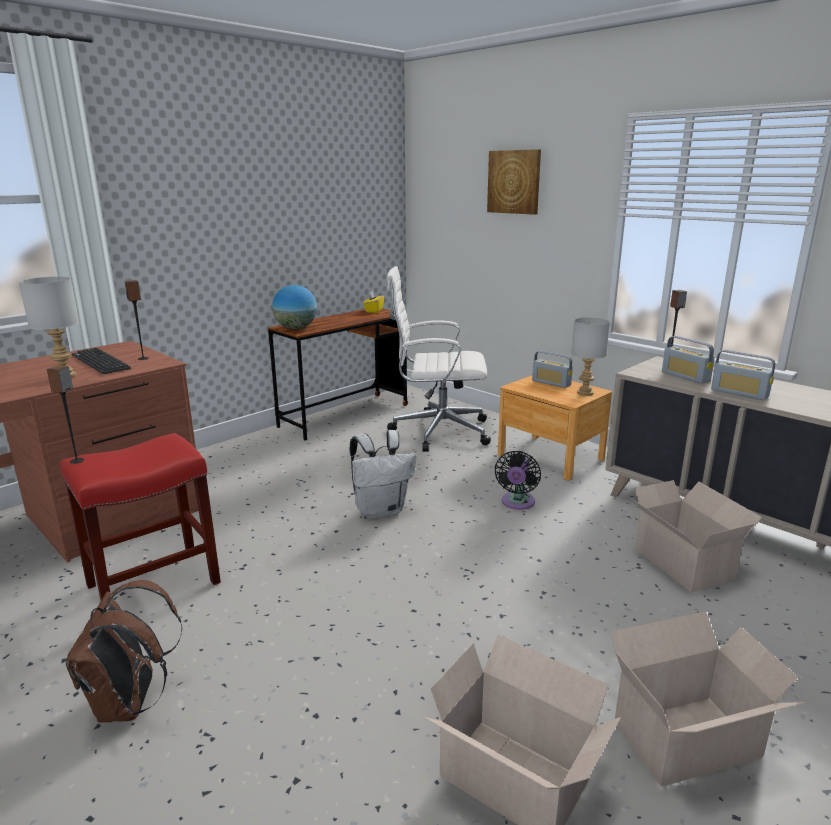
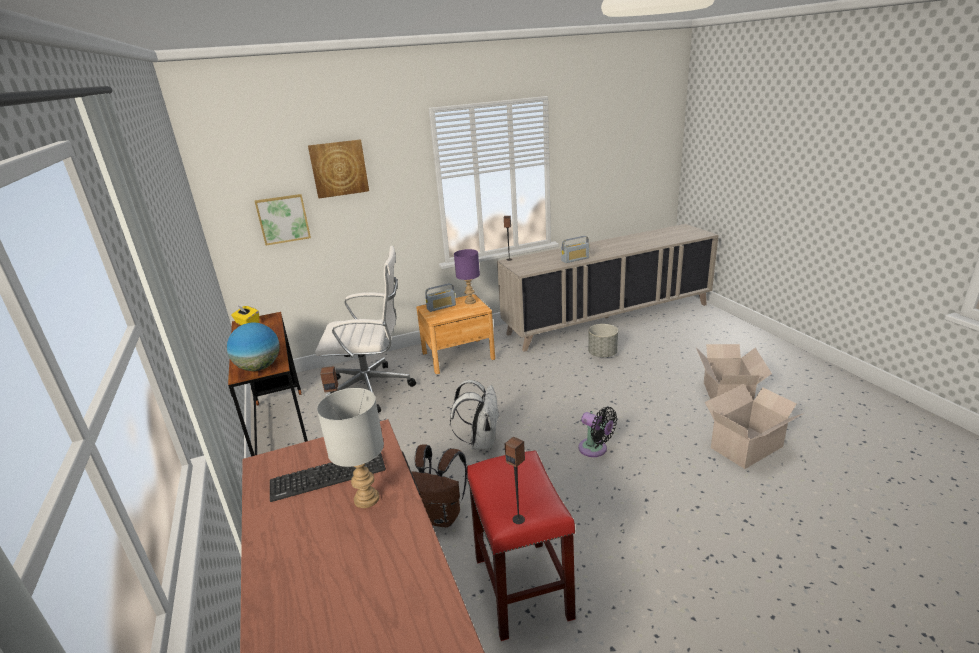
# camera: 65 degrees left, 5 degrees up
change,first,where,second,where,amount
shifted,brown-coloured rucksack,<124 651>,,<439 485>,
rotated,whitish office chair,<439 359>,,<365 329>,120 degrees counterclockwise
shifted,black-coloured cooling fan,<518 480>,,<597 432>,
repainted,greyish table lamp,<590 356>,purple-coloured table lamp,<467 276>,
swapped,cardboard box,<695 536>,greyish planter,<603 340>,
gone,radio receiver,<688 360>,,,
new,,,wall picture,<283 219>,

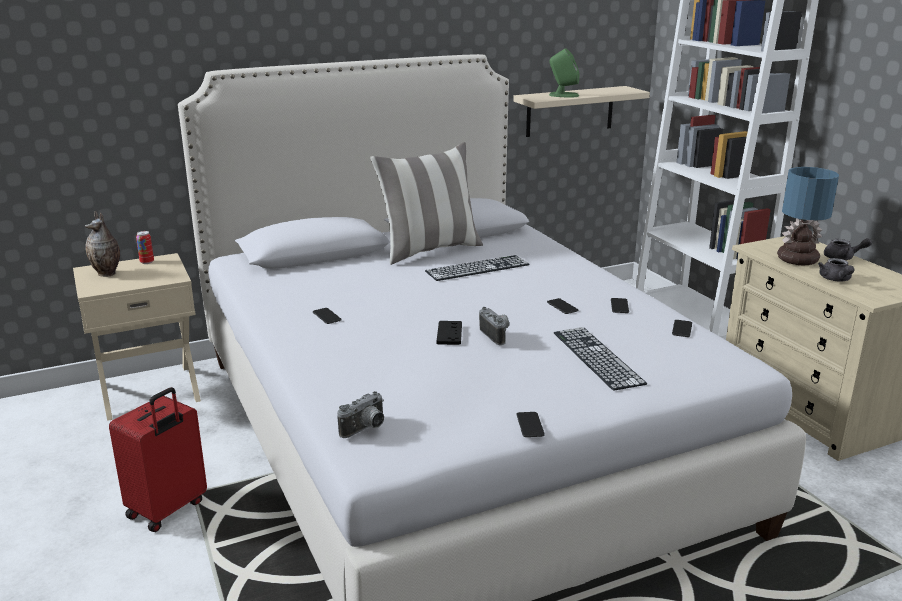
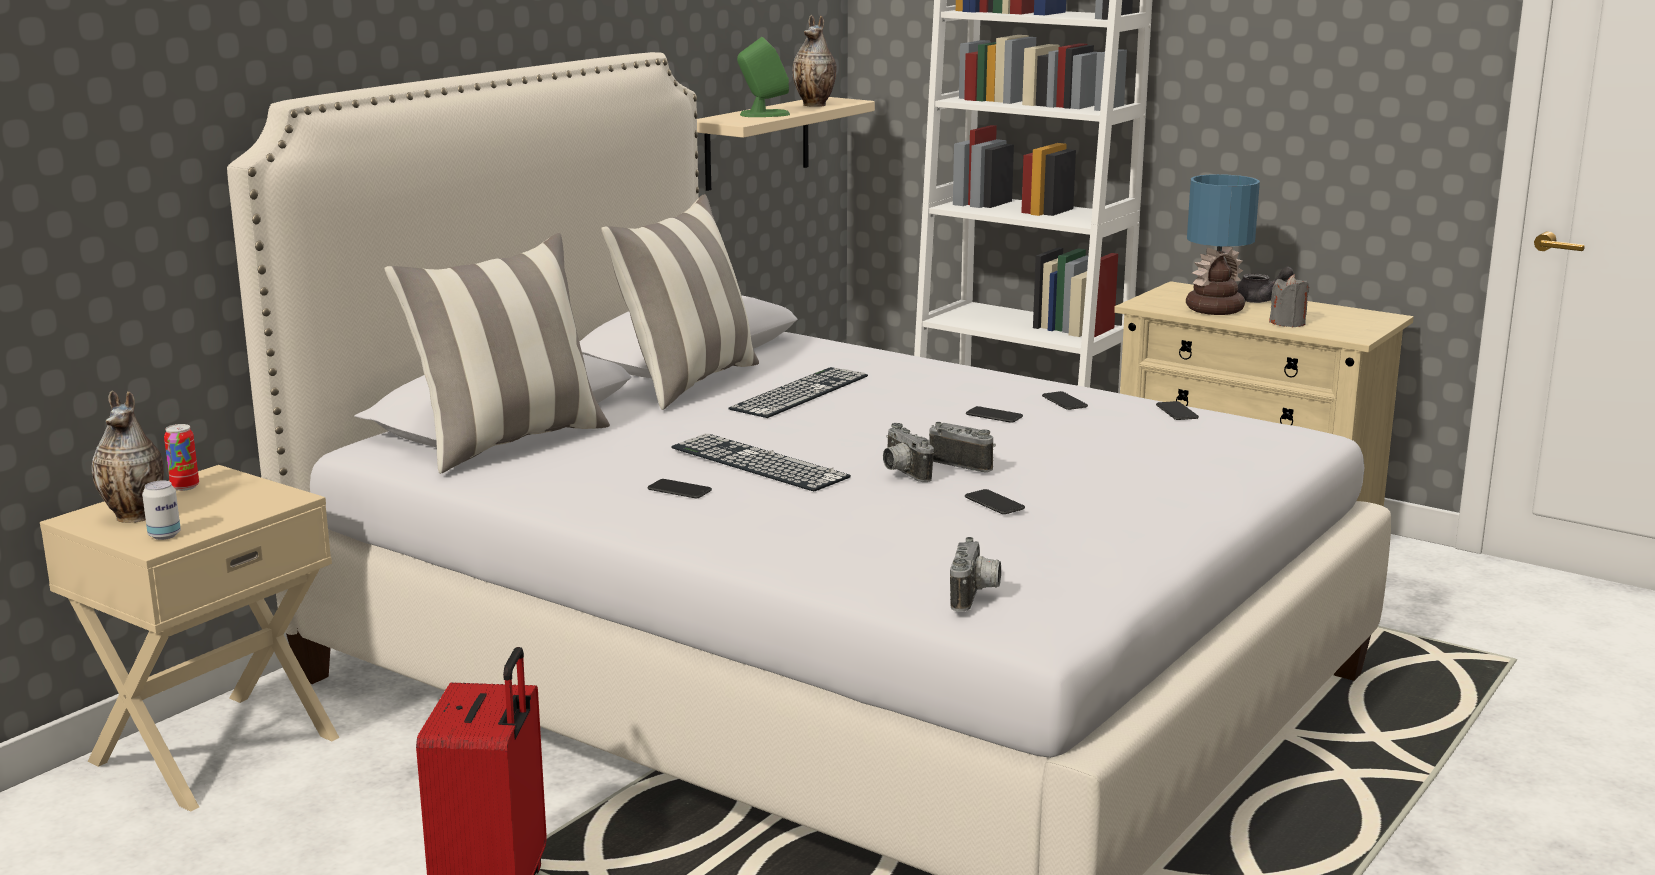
# camera: 30 degrees left, 5 degrees down
change,first,where,second,where,amount
swapped,black-coloured gamepad,<449 333>,photo camera,<908 452>,
shifted,phone,<530 424>,,<995 501>,
shifted,keyboard,<600 359>,,<761 462>,
swapped,greyish pot for tea,<836 270>,greyish wax light,<1289 300>,
new,,,sealed can,<161 510>,
new,,,pillow,<497 353>,
new,,,decorative vase,<814 61>,

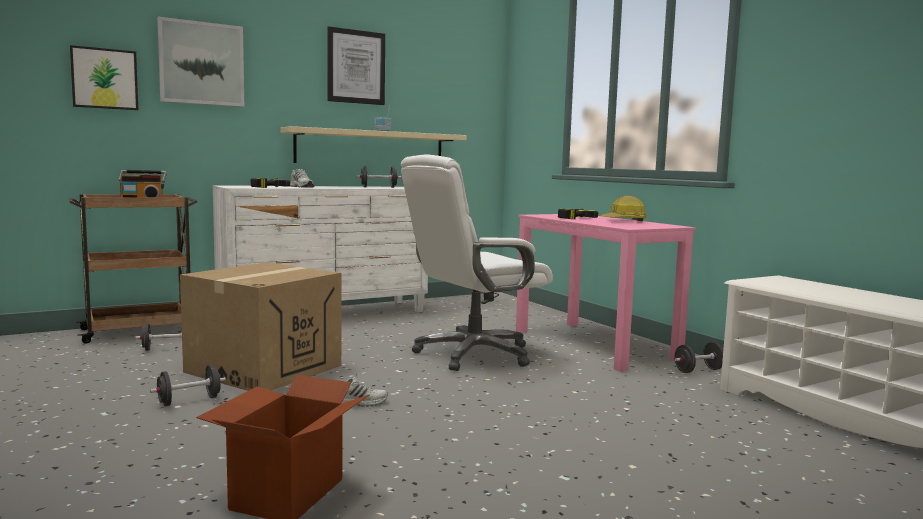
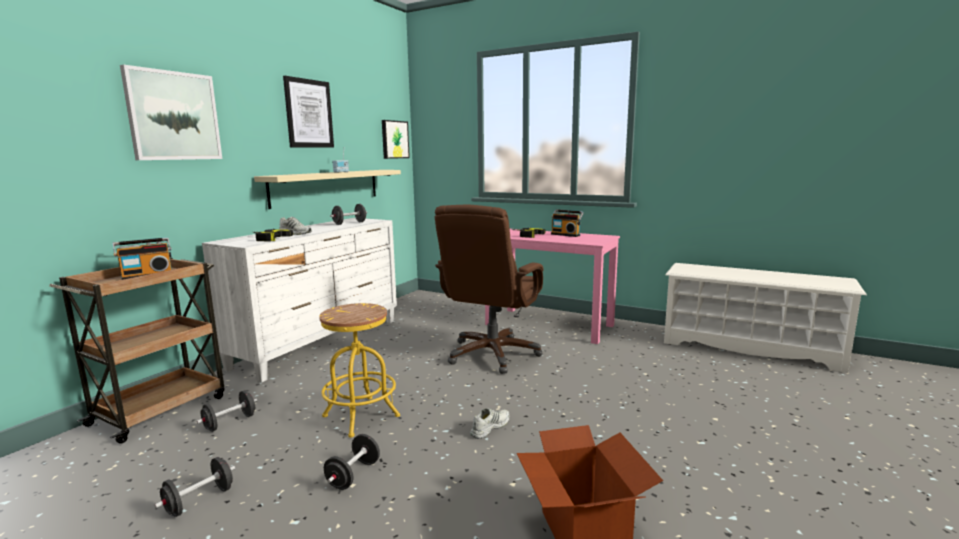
# camera: 30 degrees left, 5 degrees up
change,first,where,second,where,amount
shifted,wall picture,<104 77>,,<396 139>,
swapped,cardboard box,<260 326>,yellow-coloured stool,<359 370>,
repainted,whitish office chair,<477 262>,brown-coloured office chair,<489 289>,
swapped,safety helmet,<623 208>,radio receiver,<567 223>,
shifted,black-coloured hand weight,<698 357>,,<195 487>,

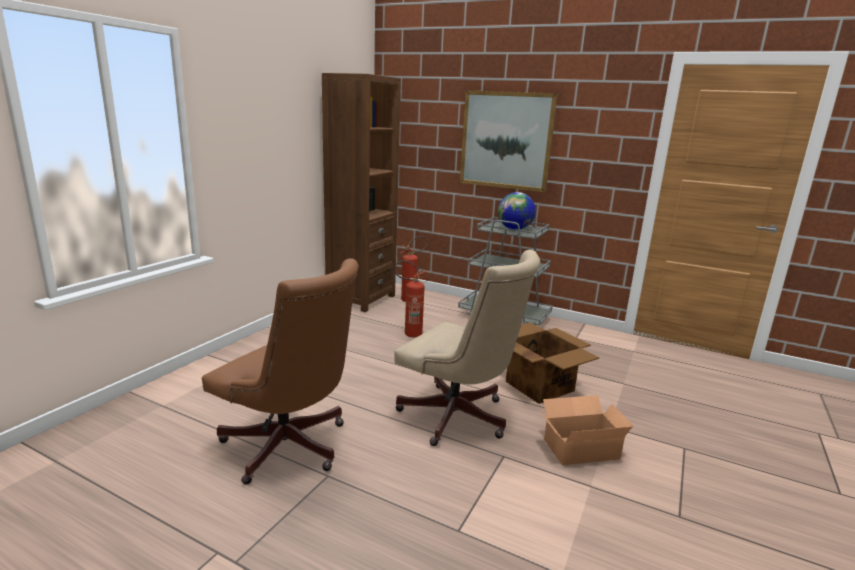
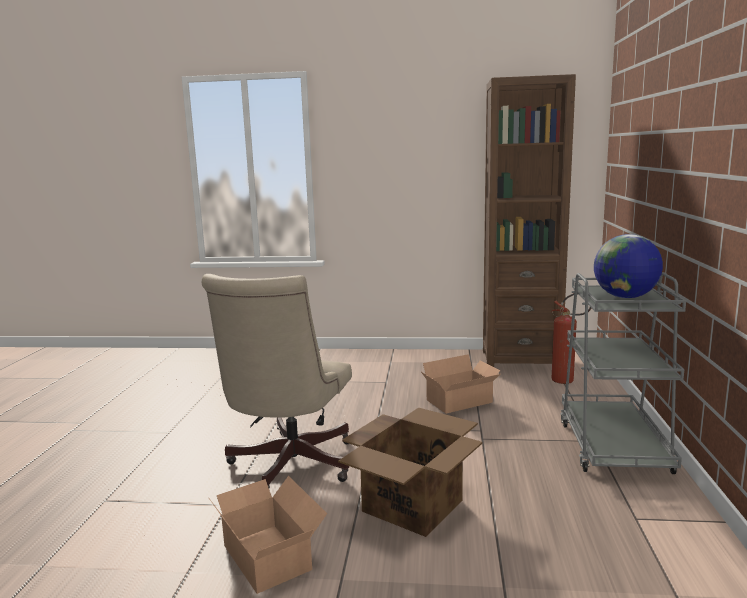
# camera: 70 degrees right, 5 degrees down
change,first,where,second,where,amount
gone,brown-coloured office chair,<280 371>,,,
swapped,extinguisher,<411 298>,cardboard box,<460 384>,
gone,wall picture,<509 141>,,,

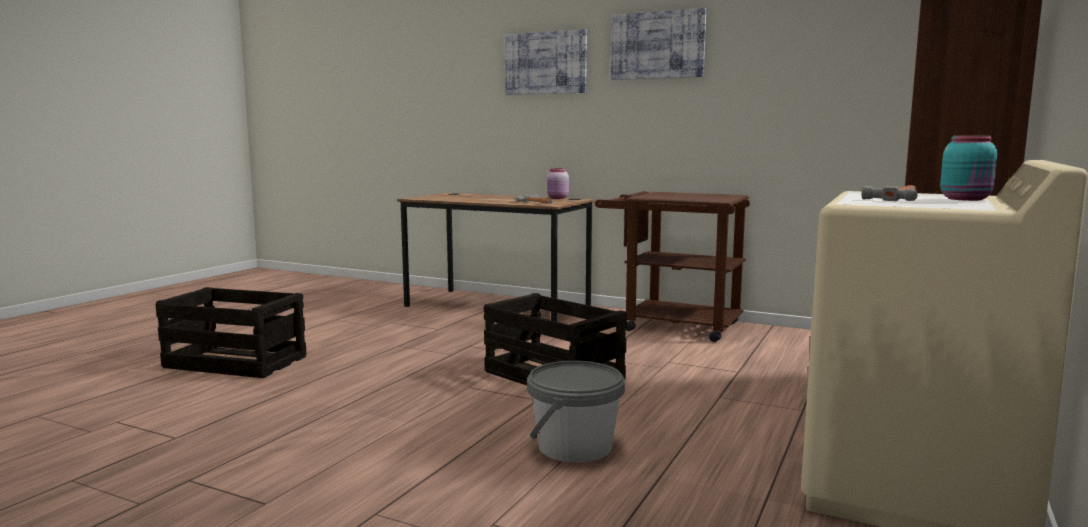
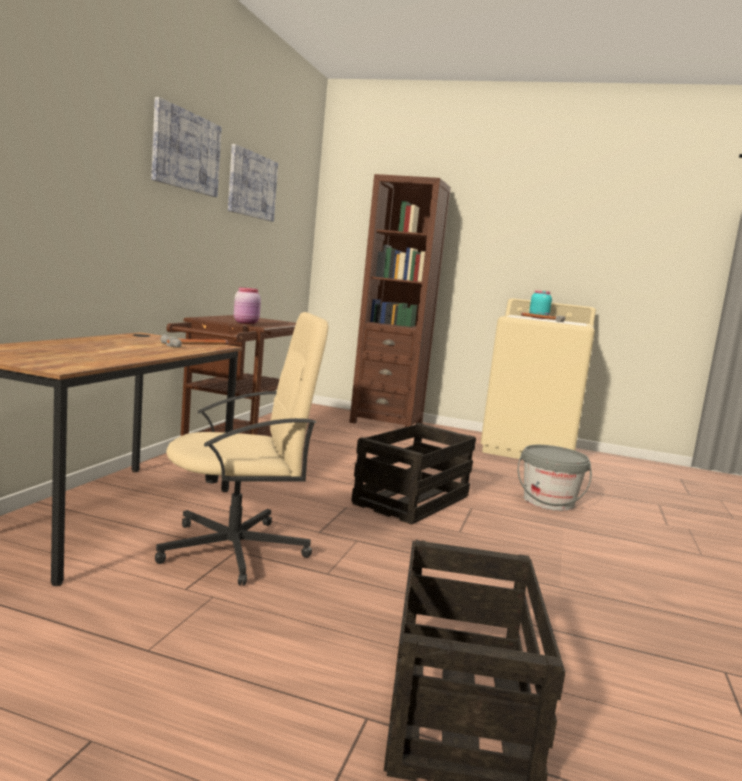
# camera: 100 degrees left, 0 degrees up
change,first,where,second,where,amount
shifted,wall picture,<546 62>,,<253 183>,
shifted,pinkish storage jar,<558 183>,,<247 305>,
new,,,beige office chair,<241 449>,

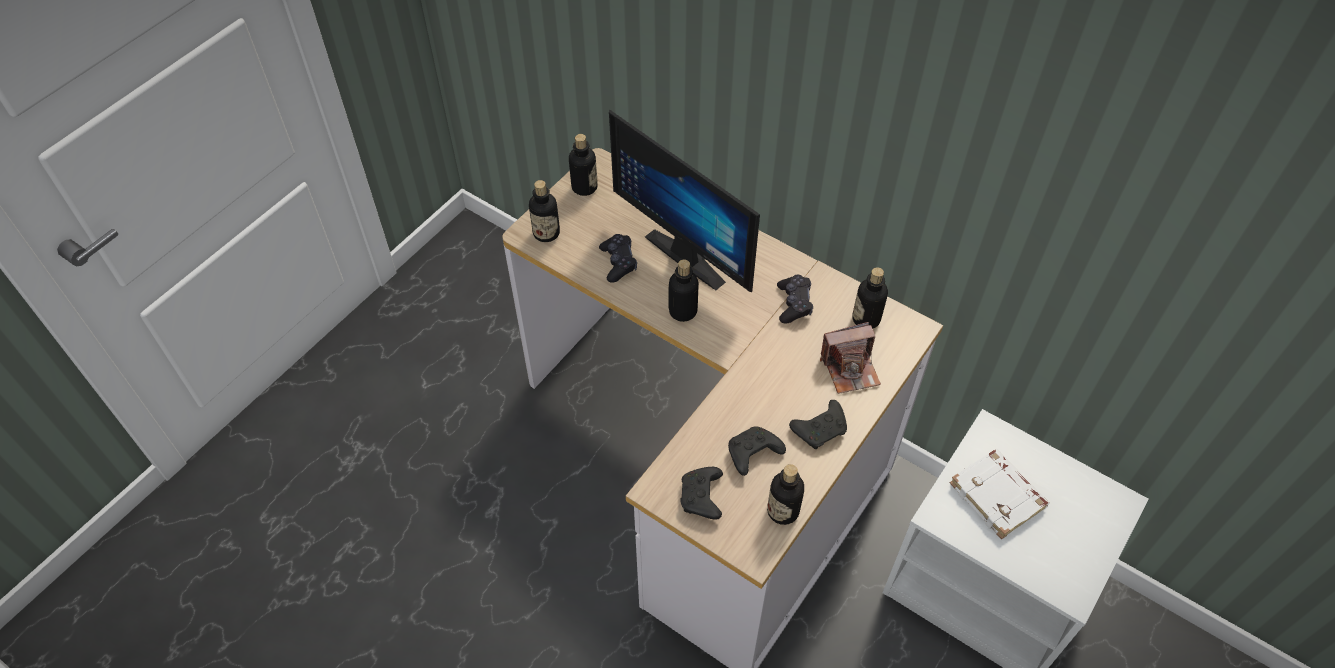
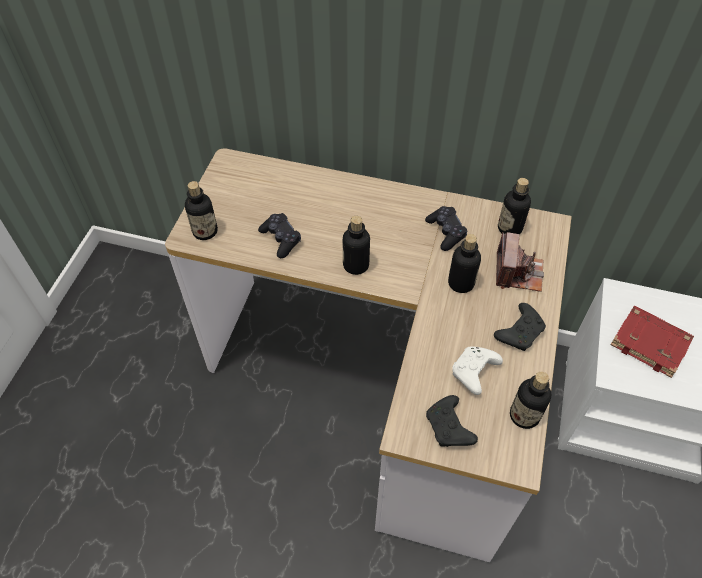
# camera: 20 degrees left, 0 degrees up
change,first,where,second,where,amount
shifted,bottle,<583 165>,,<464 263>,
gone,computer screen,<684 200>,,,
repainted,black-coloured gamepad,<757 451>,whitish gamepad,<477 370>,
rotated,photo camera,<850 358>,,<520 262>,45 degrees counterclockwise
repainted,whitish bound book,<999 494>,red-coloured bound book,<652 342>,

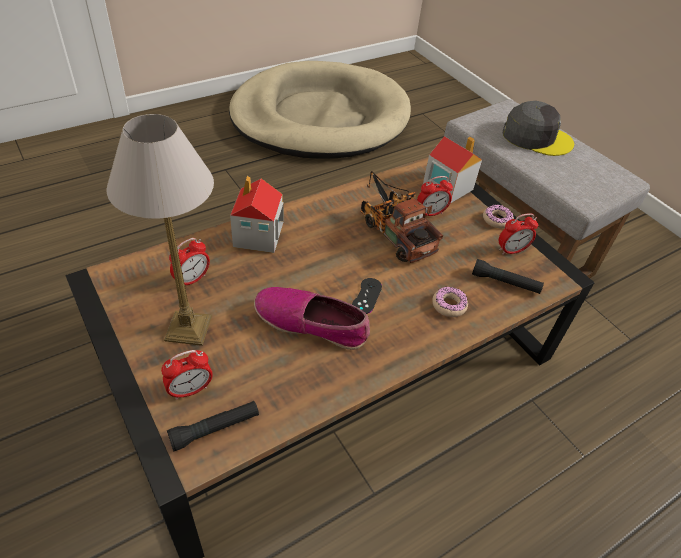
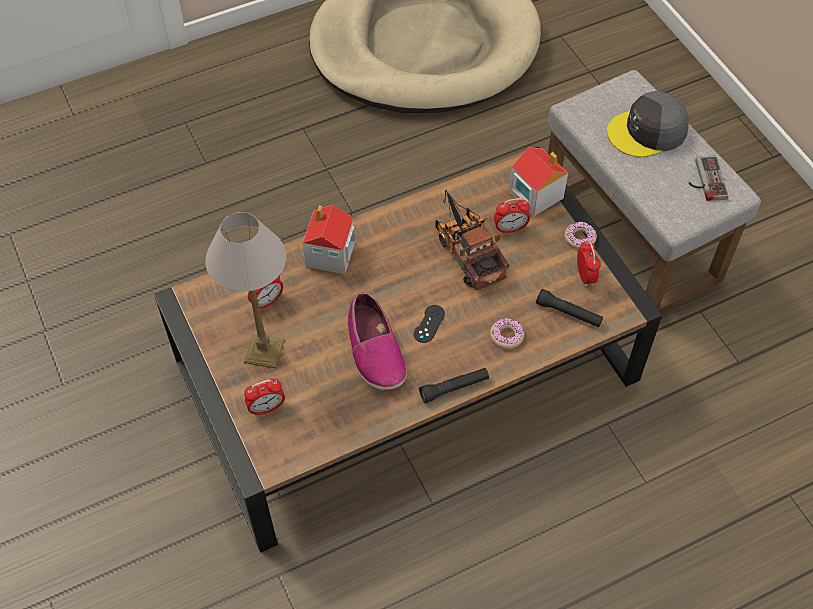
# camera: 10 degrees right, 10 degrees up
change,first,where,second,where,amount
shifted,black-coloured torch,<213 426>,,<454 385>,
rotated,item of footwear,<312 318>,,<377 341>,135 degrees counterclockwise
rotated,bedside clock,<518 234>,,<589 263>,90 degrees counterclockwise
rotated,greyish baseball cap,<538 128>,,<648 124>,135 degrees clockwise
new,,,gamepad,<709 178>,

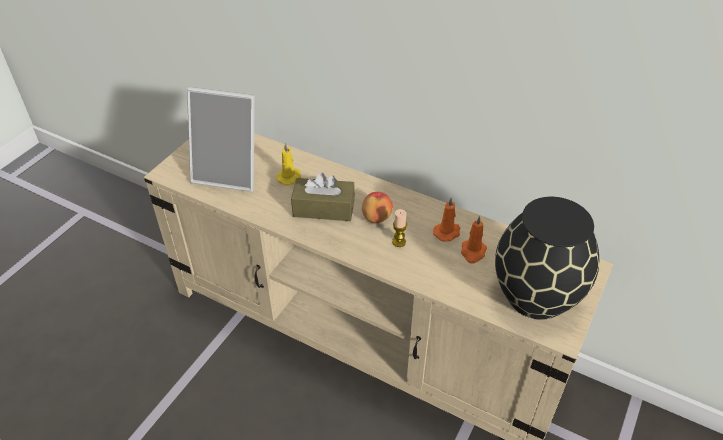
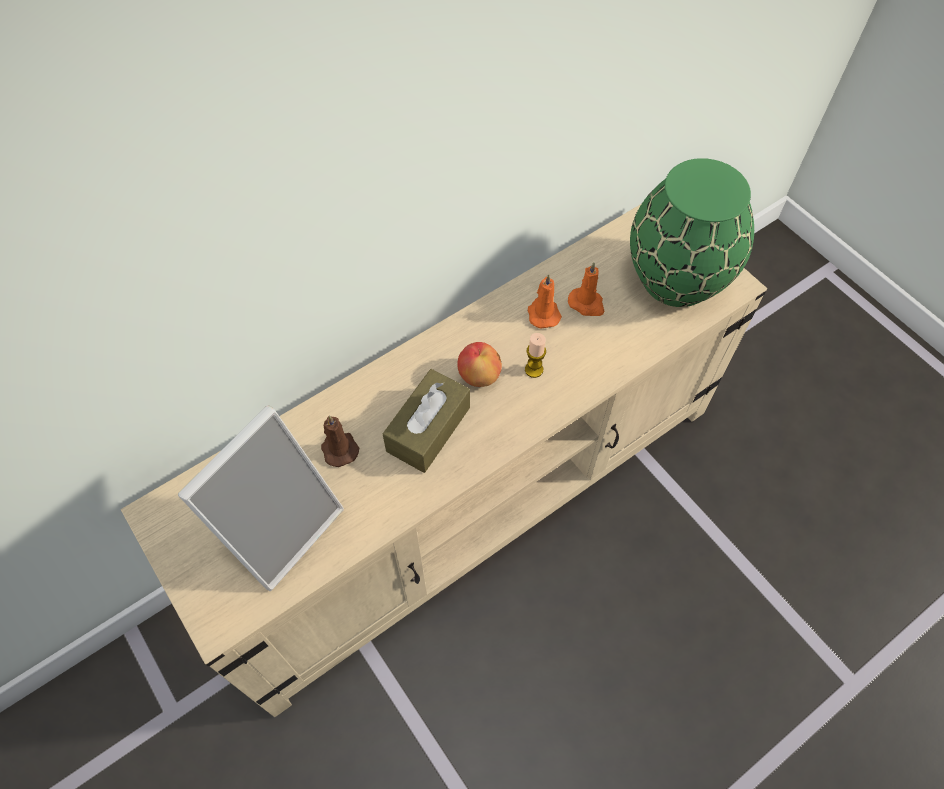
# camera: 65 degrees left, 15 degrees up
change,first,where,second,where,amount
repainted,yellow-coloured wax light,<288 164>,brown-coloured wax light,<340 441>,
repainted,black-coloured decorative vase,<547 258>,greenish decorative vase,<692 232>,

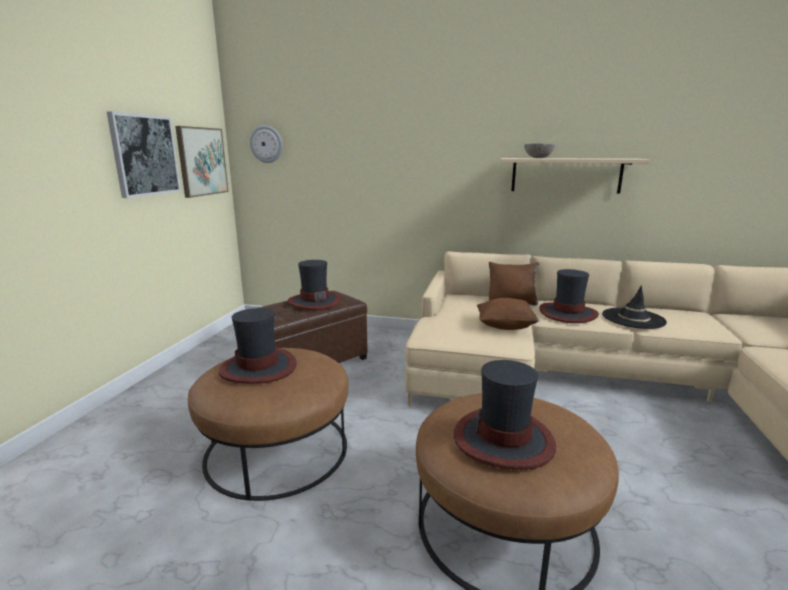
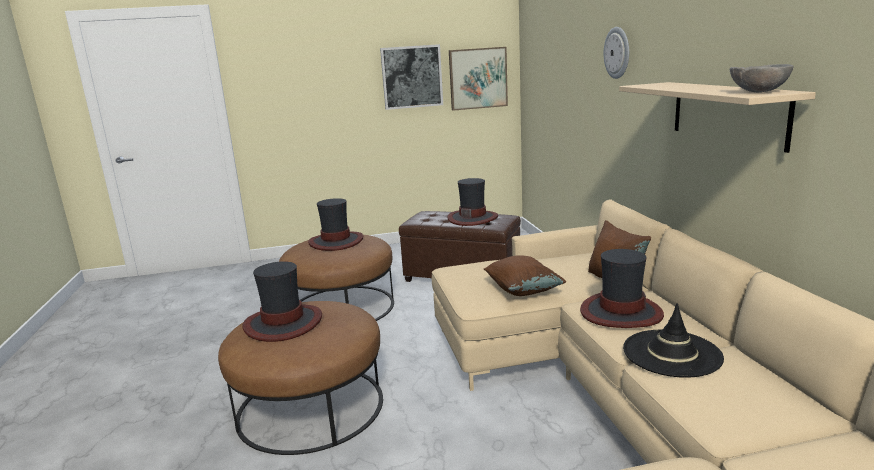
# camera: 65 degrees right, 0 degrees up
change,first,where,second,where,amount
shifted,clock on the wall,<266 144>,,<616 53>,
shifted,greyish deep dish,<539 150>,,<761 78>,

